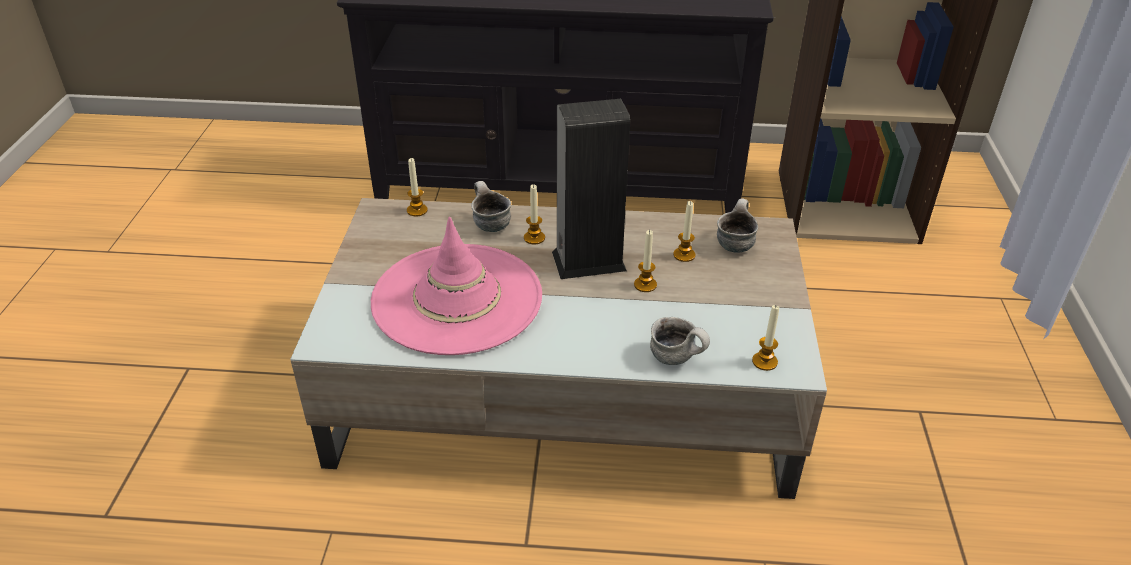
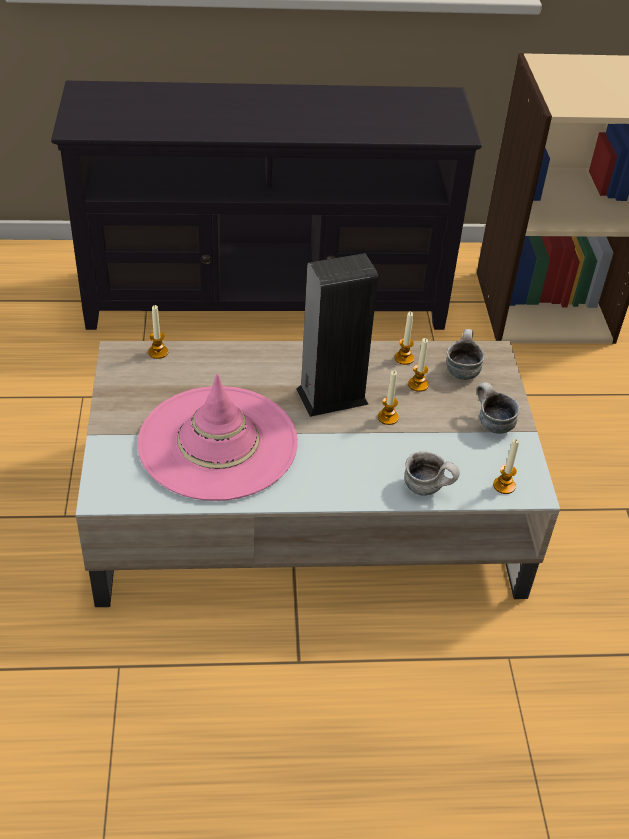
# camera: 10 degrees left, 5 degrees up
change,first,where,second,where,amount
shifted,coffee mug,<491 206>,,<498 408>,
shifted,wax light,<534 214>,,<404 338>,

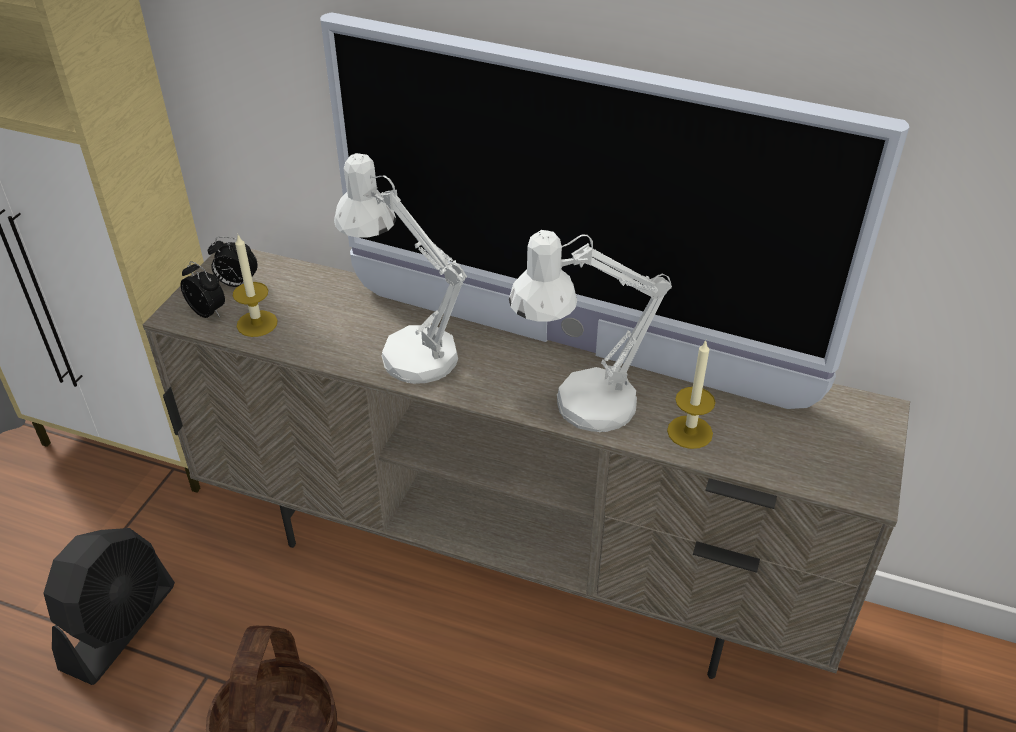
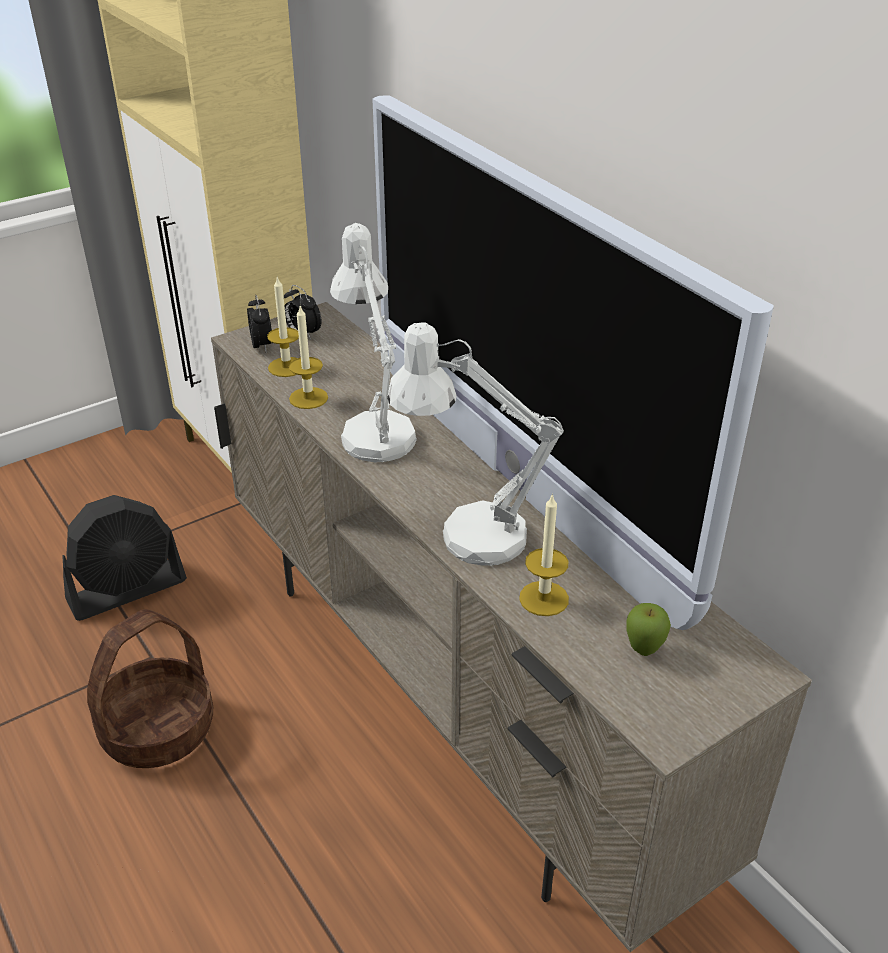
# camera: 35 degrees right, 5 degrees down
change,first,where,second,where,amount
new,,,wax light,<308 357>,
new,,,apple fruit,<648 629>,

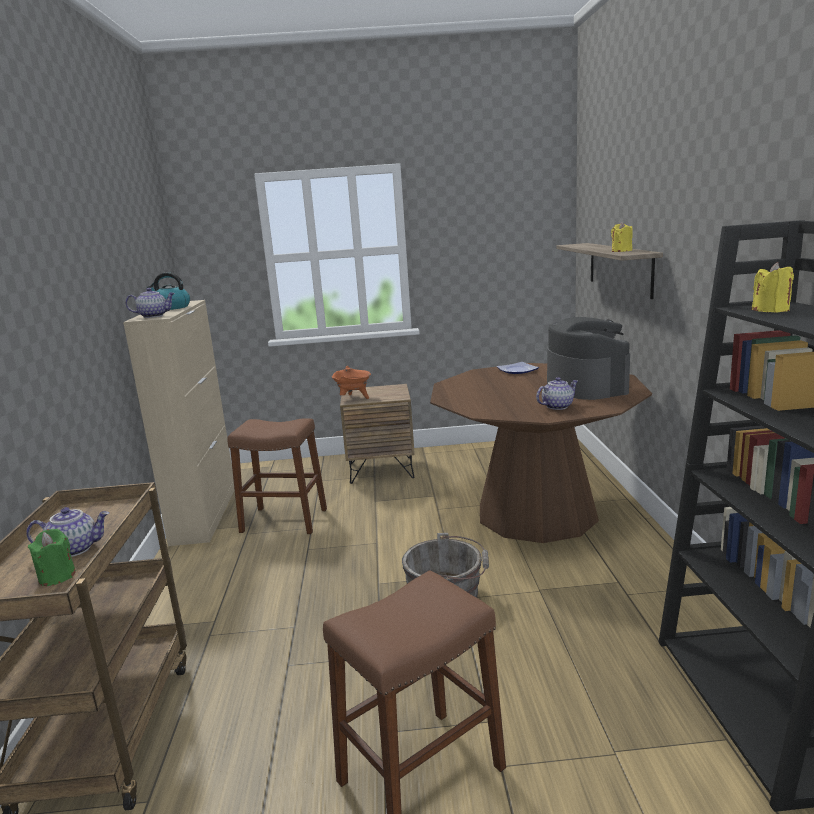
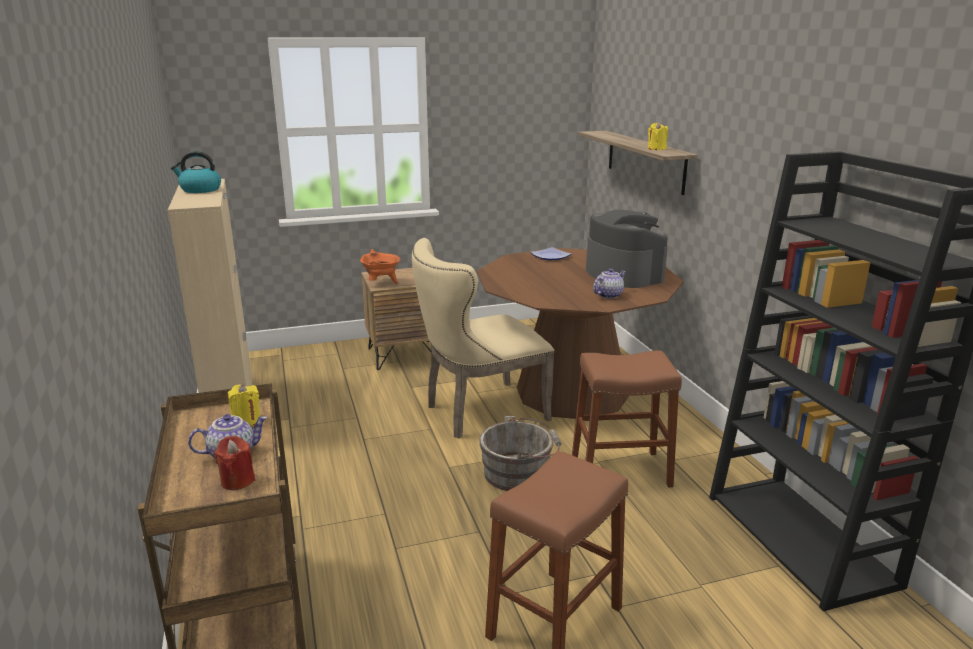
# camera: 15 degrees left, 5 degrees up
change,first,where,second,where,amount
repainted,greenish wax light,<52 557>,red-coloured wax light,<234 463>,
gone,pot for tea,<150 303>,,,
shifted,brown-coloured stool,<277 476>,,<627 419>,
shifted,yellow-coloured wax light,<773 287>,,<244 405>,
new,,,beige upright chair,<483 338>,

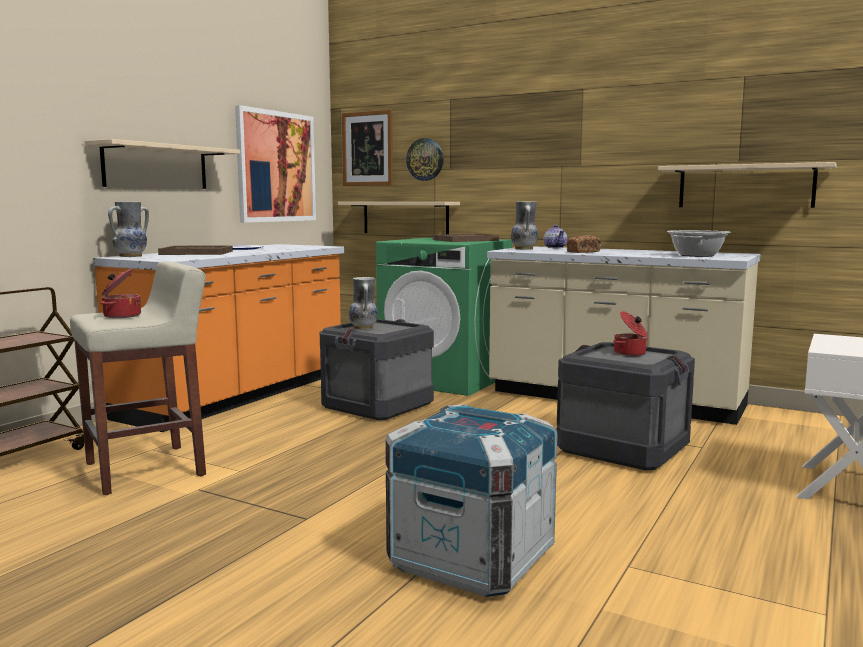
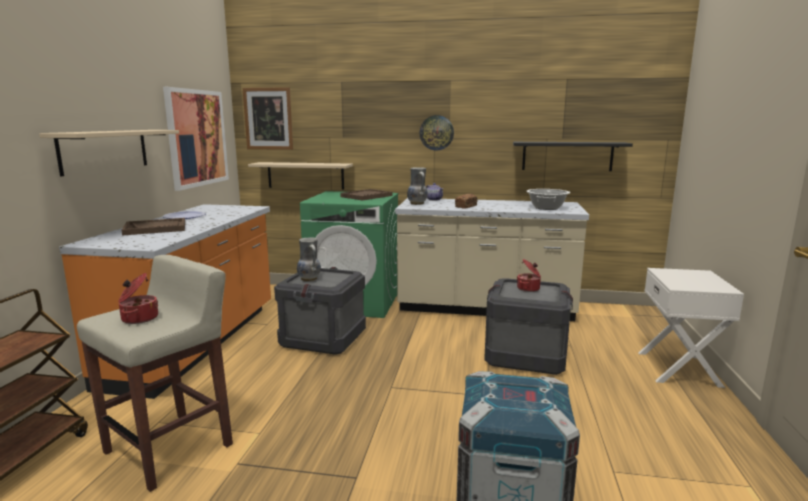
# camera: 20 degrees left, 5 degrees up
change,first,where,second,where,amount
gone,decorative vase,<128 229>,,,
shifted,clock on the wall,<425 159>,,<437 133>,
repainted,beige bracket shelf,<747 185>,black-coloured bracket shelf,<573 156>,

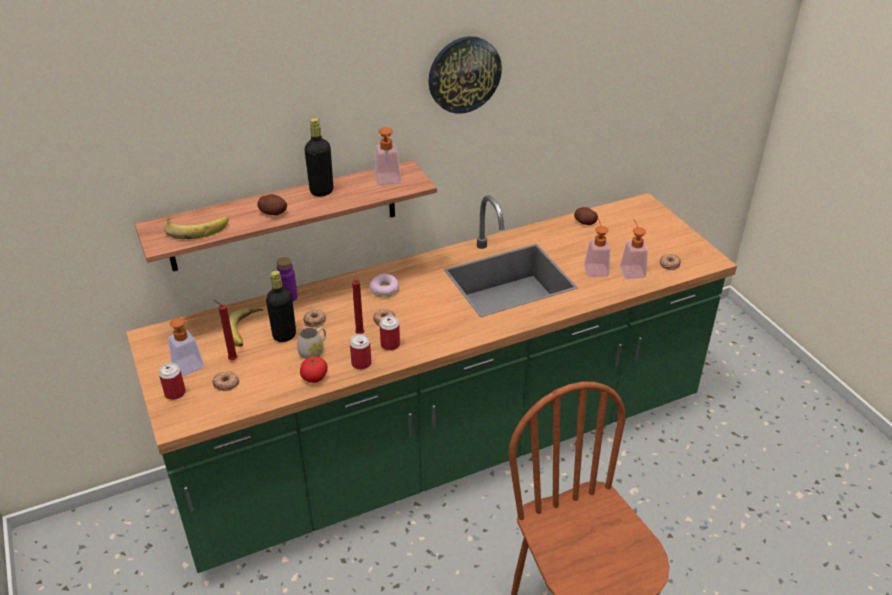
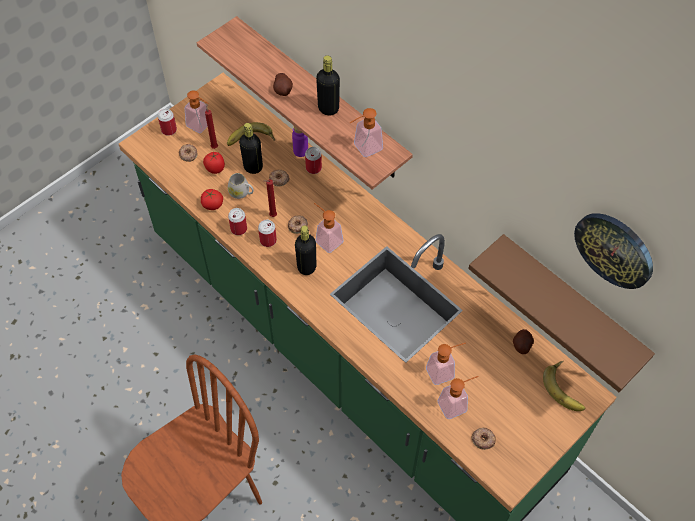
# camera: 70 degrees right, 20 degrees up
change,first,where,second,where,amount
shifted,banana,<196 228>,,<564 386>,
gone,ring doughnut,<384 285>,,,
shifted,clock on the wall,<465 75>,,<613 251>,
new,,,tomato,<214 163>,
new,,,black-coloured bottle,<305 250>,
new,,,sealed can,<313 160>,
new,,,soap dispenser,<329 228>,
new,,,brown-coloured bracket shelf,<561 313>,

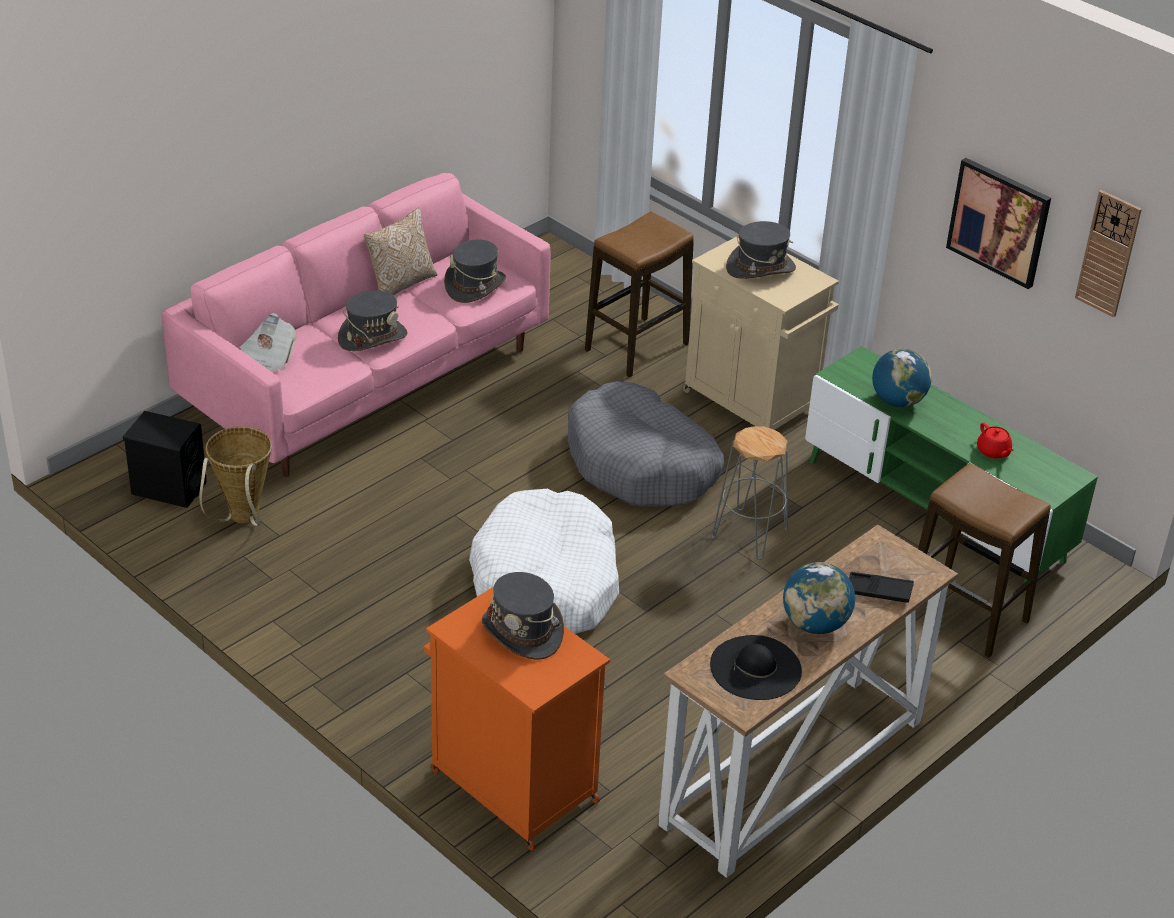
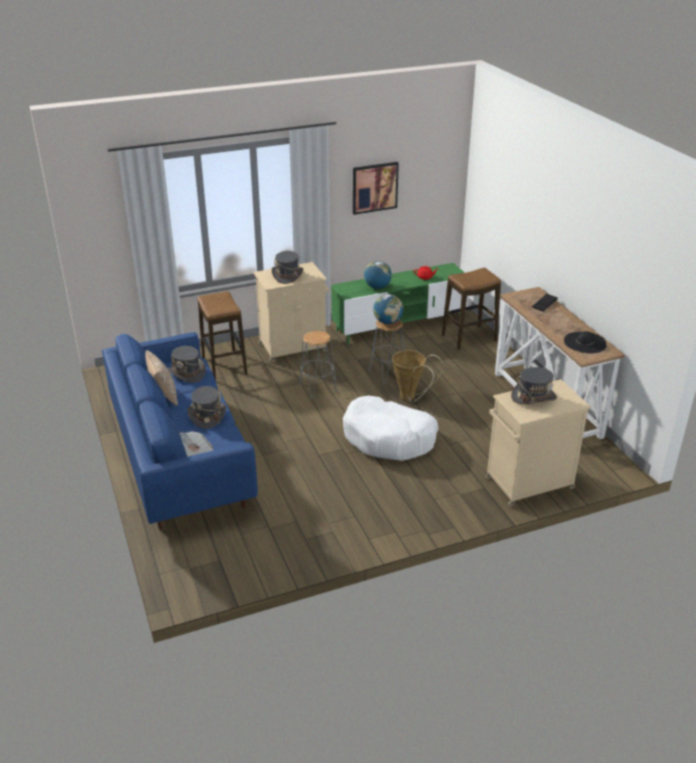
# camera: 65 degrees left, 5 degrees down
change,first,where,second,where,amount
gone,black-coloured speaker,<165 459>,,,
repainted,pinkish settee,<355 325>,bluish settee,<180 430>,
shifted,basket,<235 476>,,<417 376>,
repainted,orange-coloured cabinet,<517 719>,beige cabinet,<538 443>,
swapped,greyish pet bed,<646 444>,greyish stool,<318 365>,
shifted,world globe,<819 598>,,<388 309>,
gone,clock on the wall,<1108 253>,,,

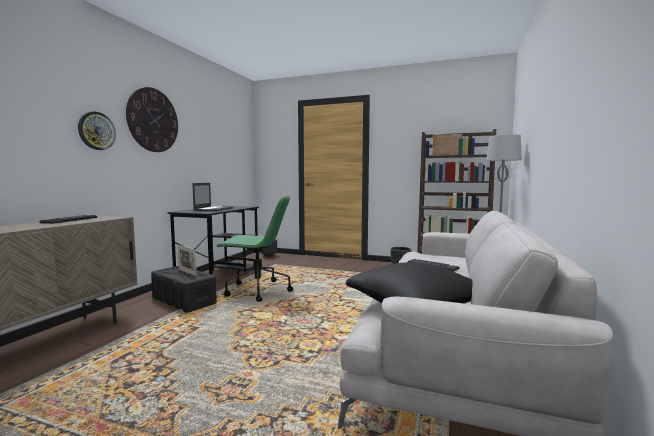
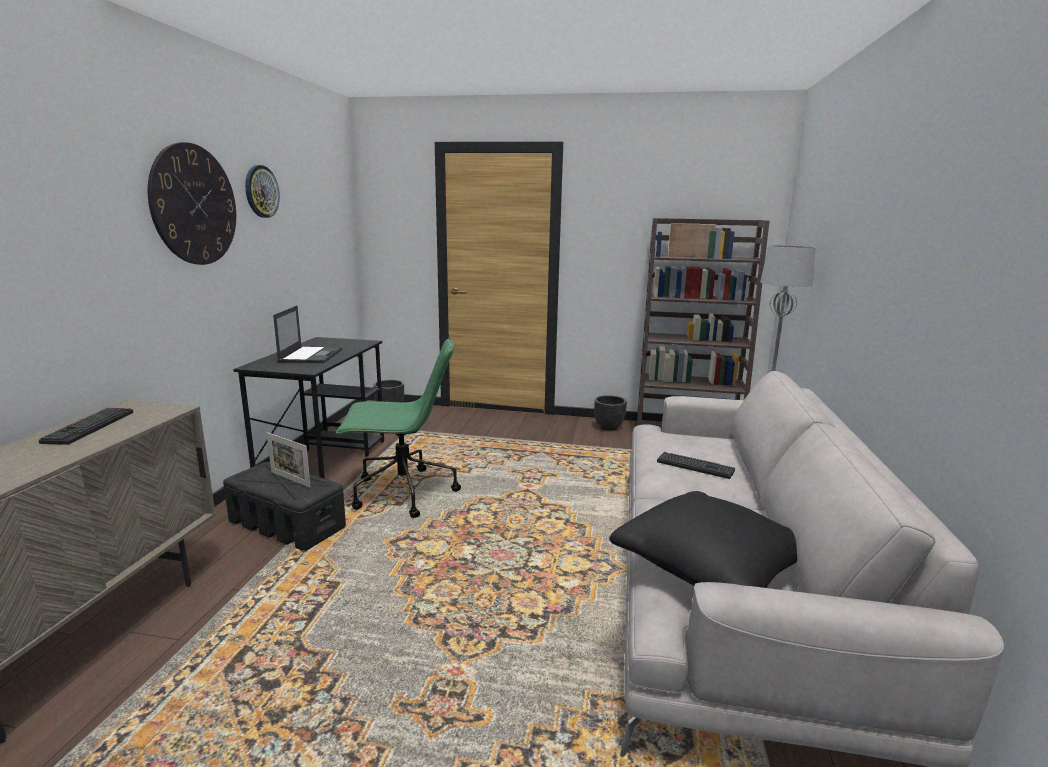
# camera: 10 degrees left, 10 degrees up
change,first,where,second,where,amount
shifted,clock on the wall,<97 131>,,<262 191>,

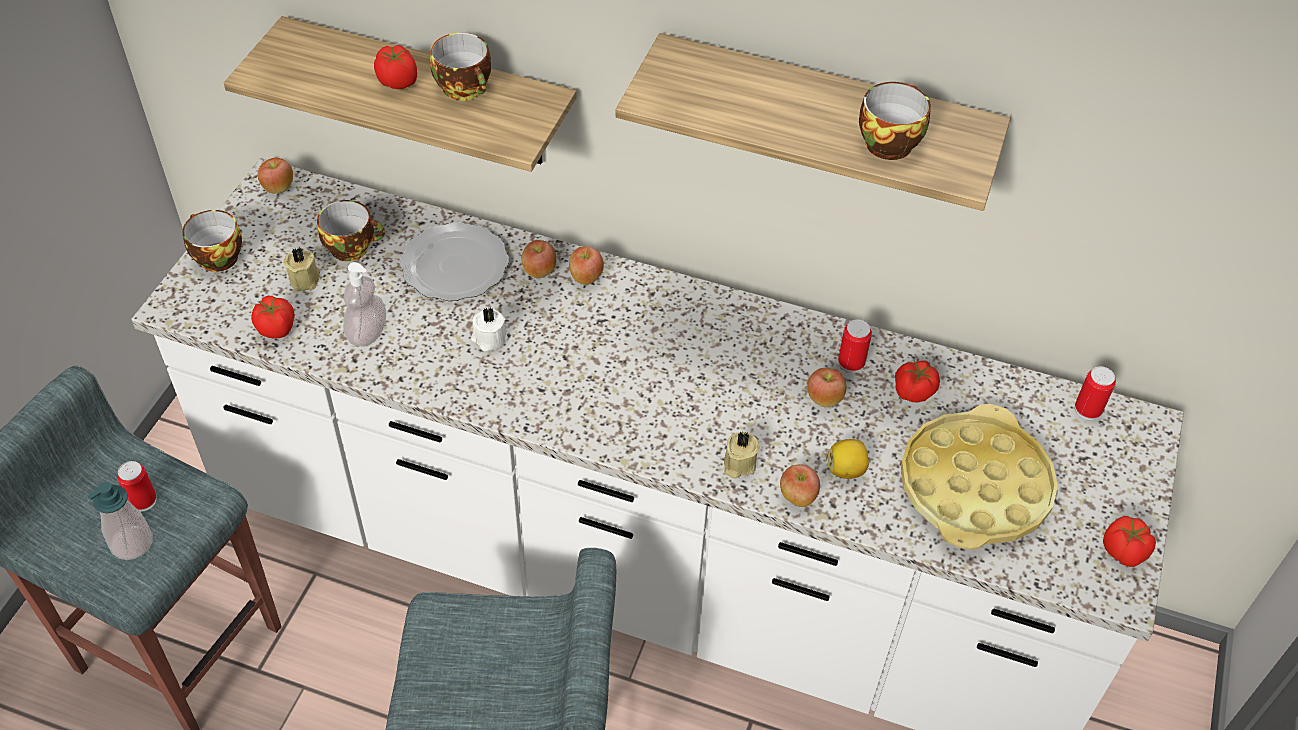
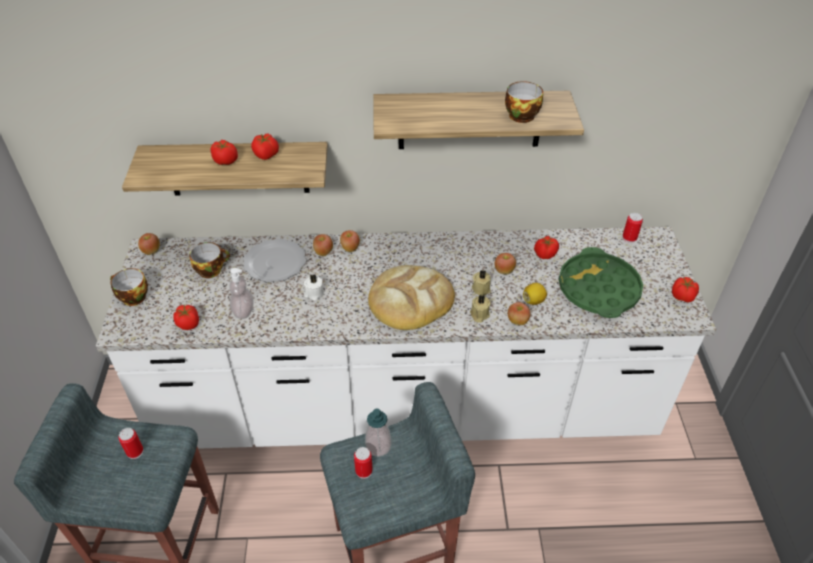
# camera: 20 degrees left, 5 degrees down
change,first,where,second,where,amount
shifted,soap dispenser,<120 521>,,<378 433>,
shifted,beige wax light,<302 269>,,<481 283>,
swapped,small cup,<460 67>,tomato,<265 146>,
shifted,sealed can,<855 346>,,<363 463>,
repainted,yellow-coloured tray,<979 477>,greenish tray,<600 282>,
new,,,bread,<411 297>,

